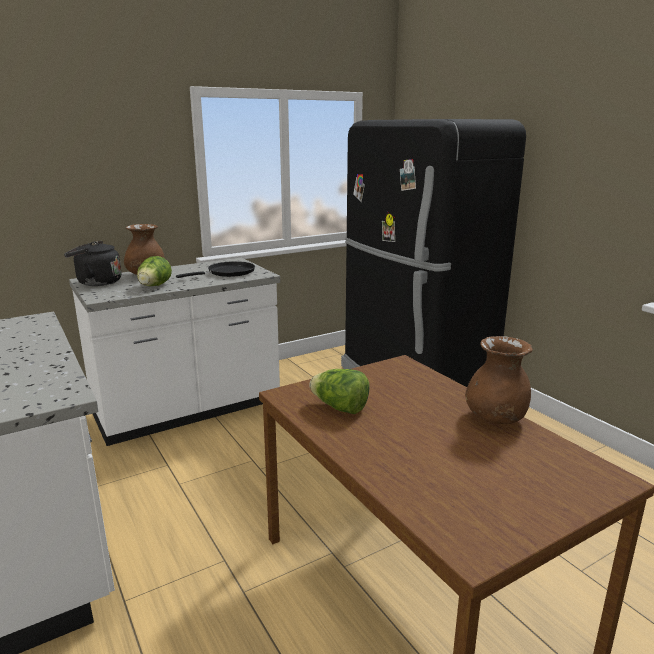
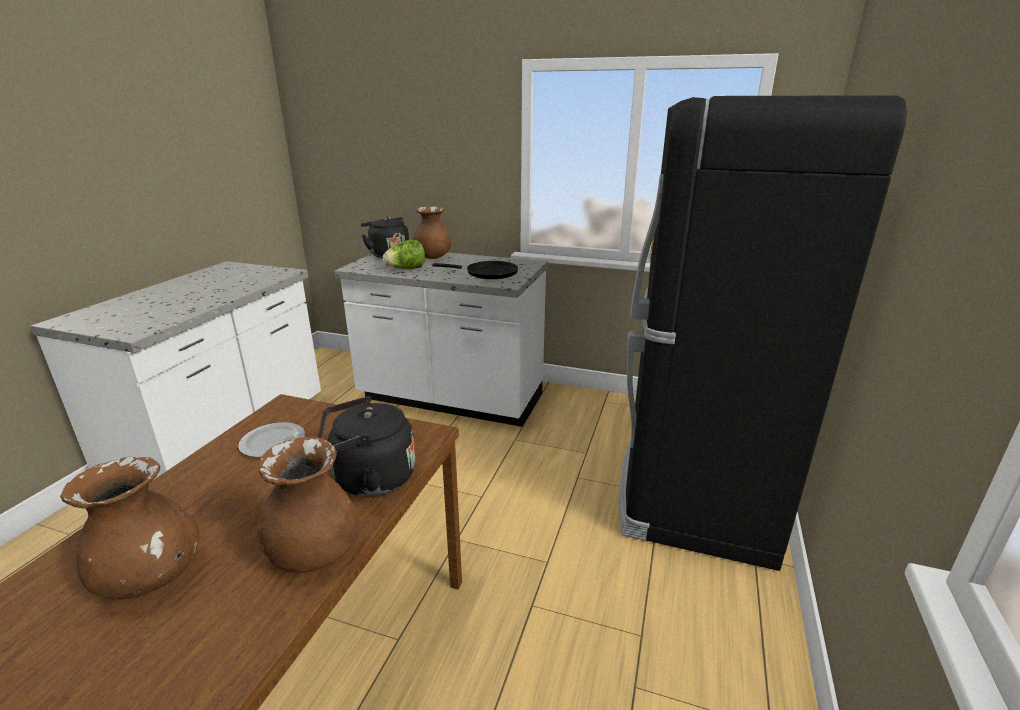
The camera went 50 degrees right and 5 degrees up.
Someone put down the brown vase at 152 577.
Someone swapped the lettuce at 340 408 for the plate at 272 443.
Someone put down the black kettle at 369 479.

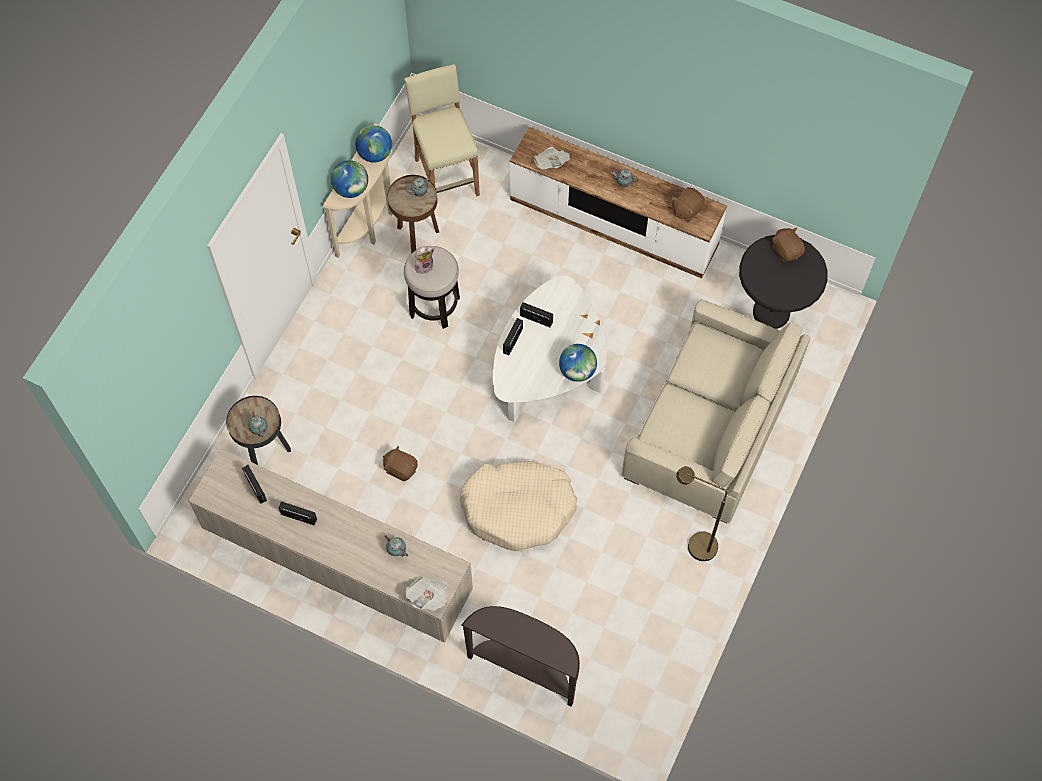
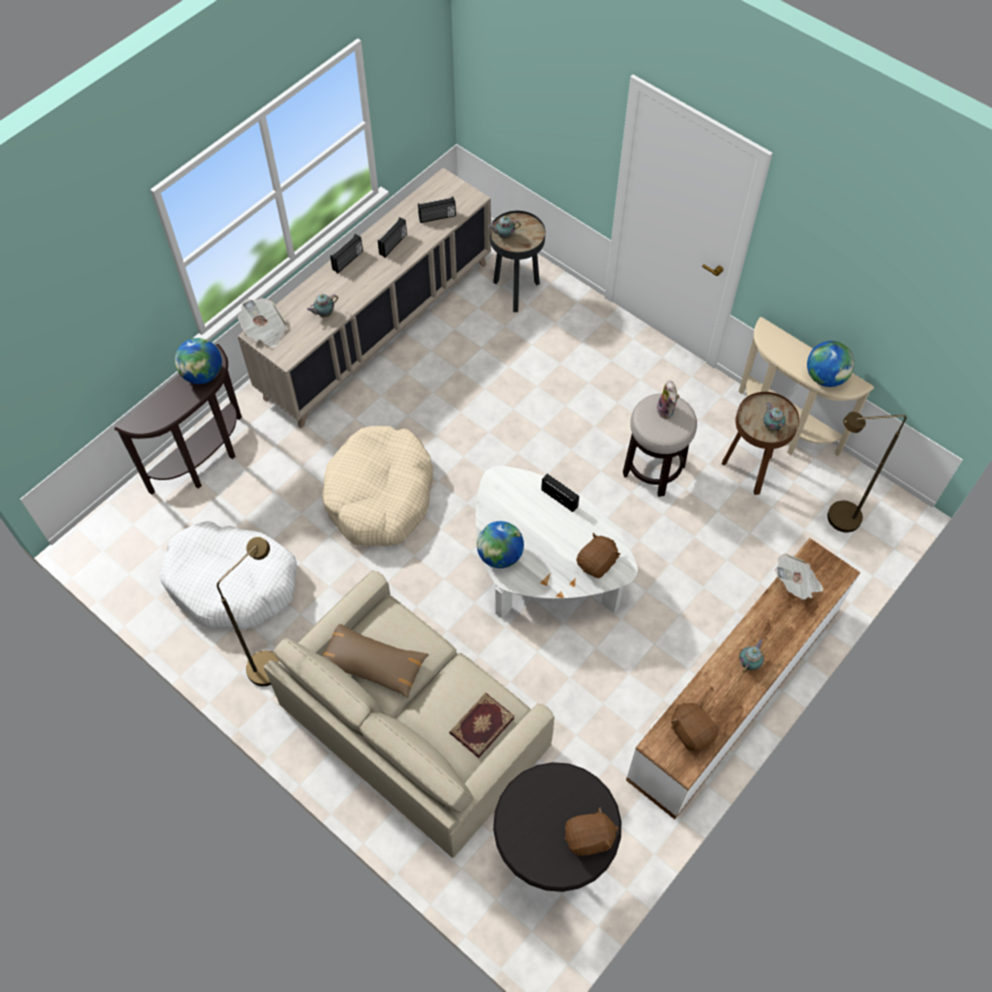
The camera went 105 degrees right and 5 degrees down.
Someone put down the white dog bed at 232 582.
Someone carried the globe from 351 189 to 203 374.
Someone put down the brown pillow at 373 664.
Someone carried the radio from 536 318 to 348 261.
Someone put down the book at 481 725.
Someone carried the brown plush toy from 401 468 to 597 563.
Someone swapped the beige stool at 446 176 for the brown floor lamp at 834 519.

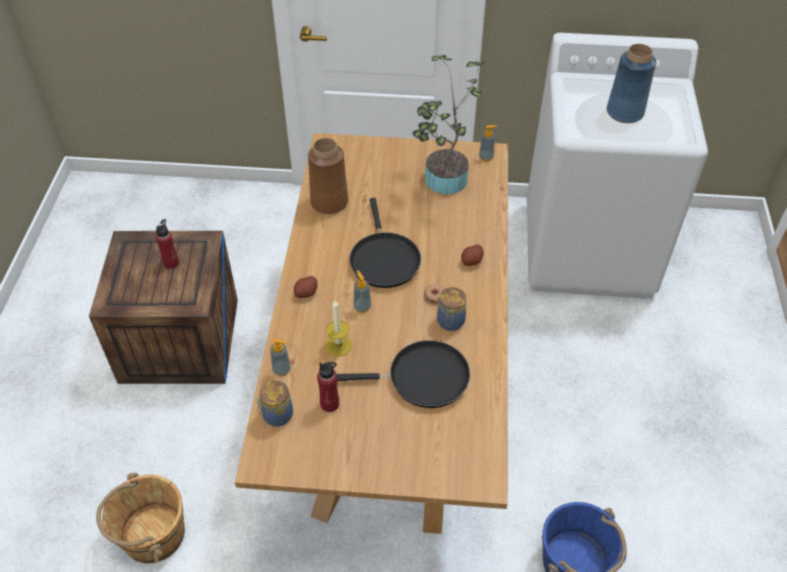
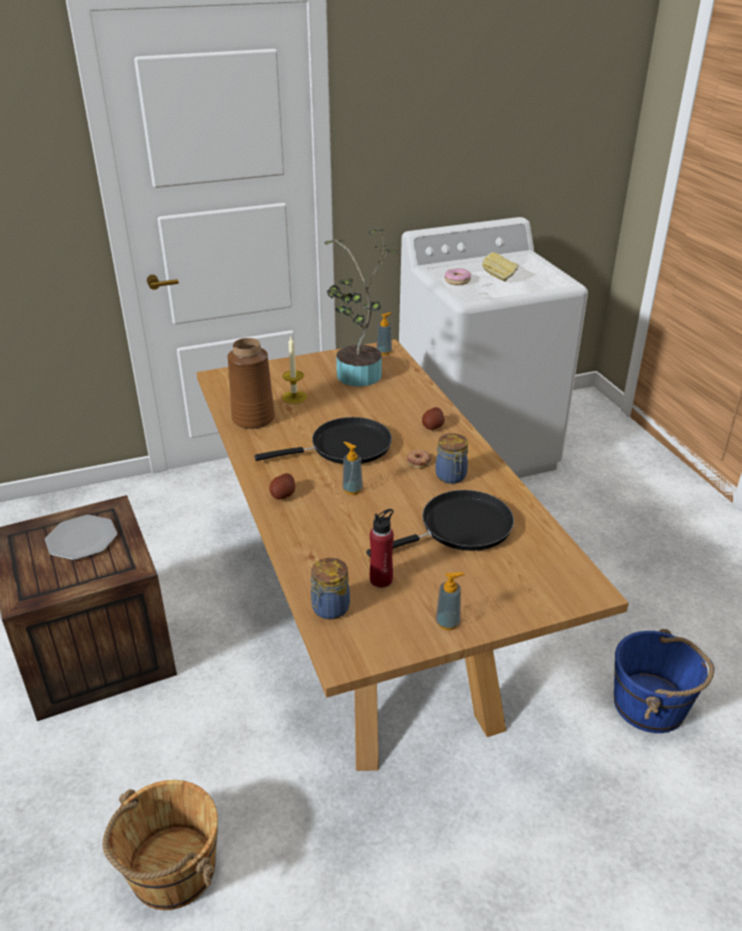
The camera went 25 degrees left and 15 degrees down.
Someone swapped the red bottle at 171 263 for the plate at 82 539.
Someone rotated the black frying pan at 384 259 by 75 degrees counterclockwise.
Someone carried the candle from 338 345 to 294 397.
Someone carried the soap dispenser from 282 369 to 447 623.
Someone put down the donut at 457 281.
Someone swapped the blue vase at 624 112 for the bread at 499 278.

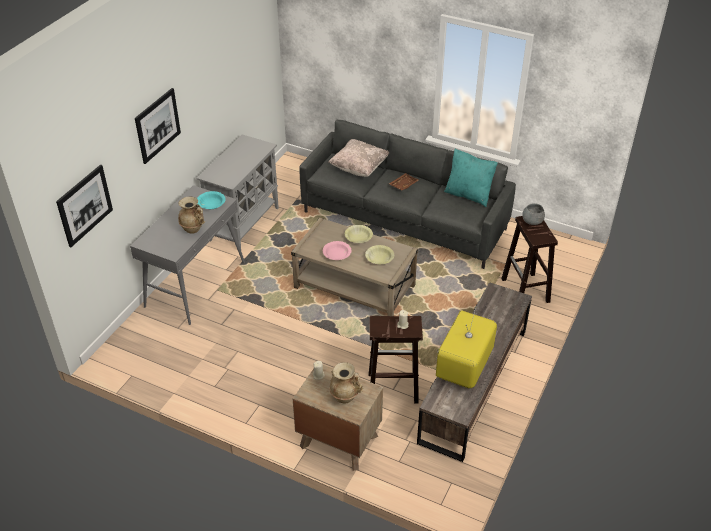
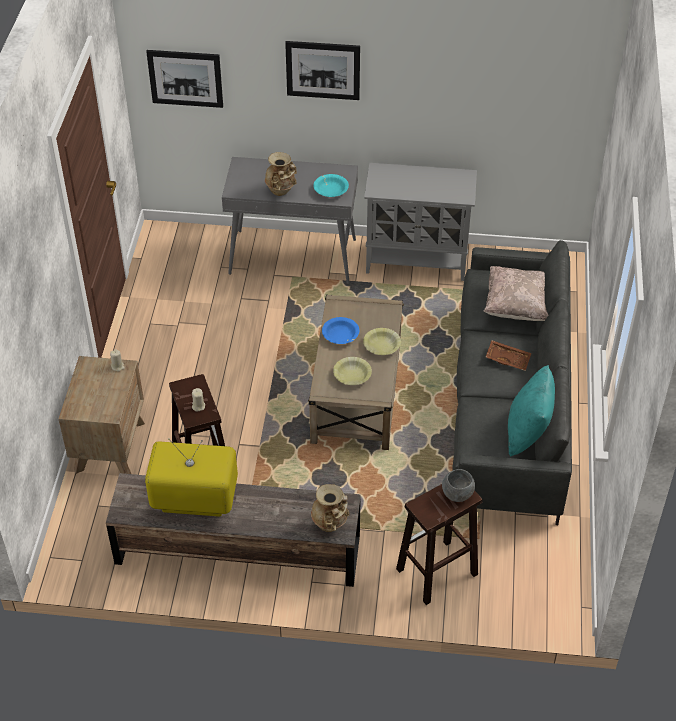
The camera went 70 degrees right and 5 degrees up.
Someone carried the beige vase from 345 396 to 331 524.
Someone repainted the pink bowl at 337 254, which became the blue bowl at 340 335.

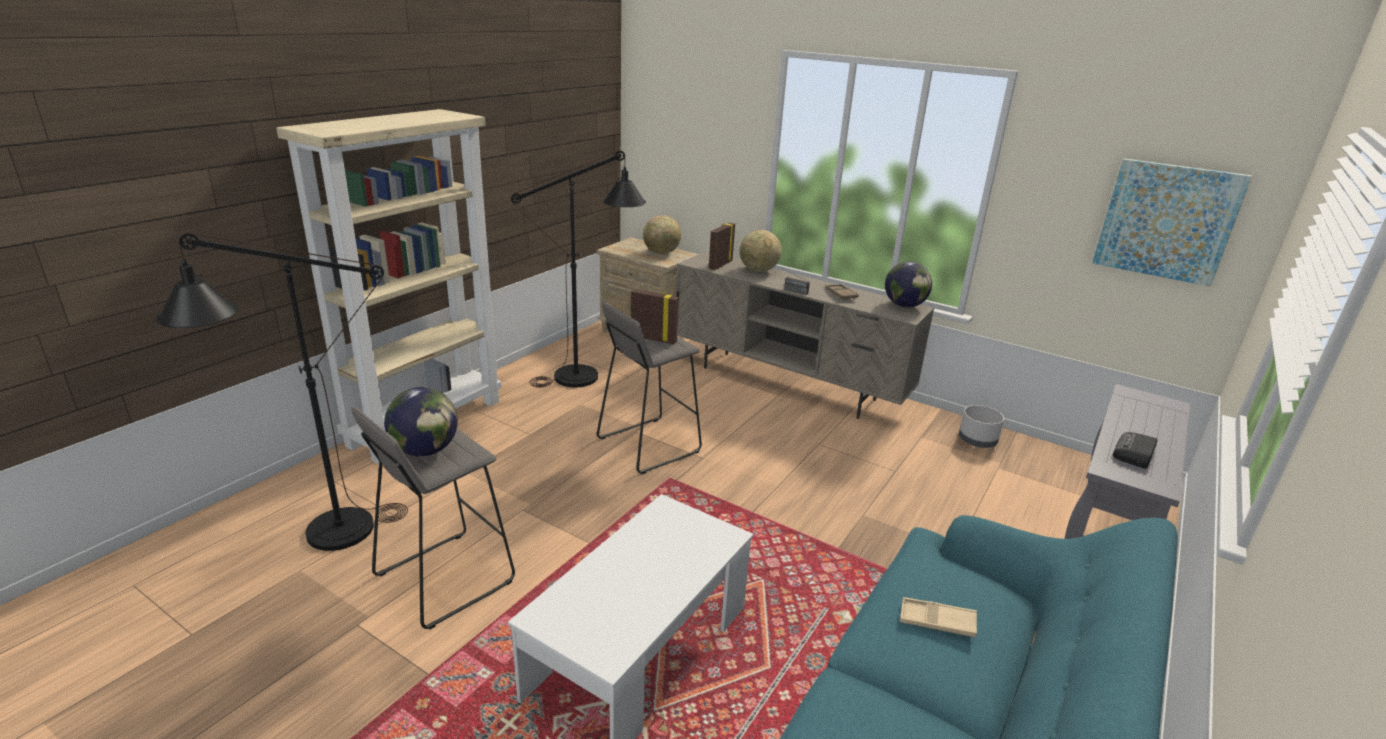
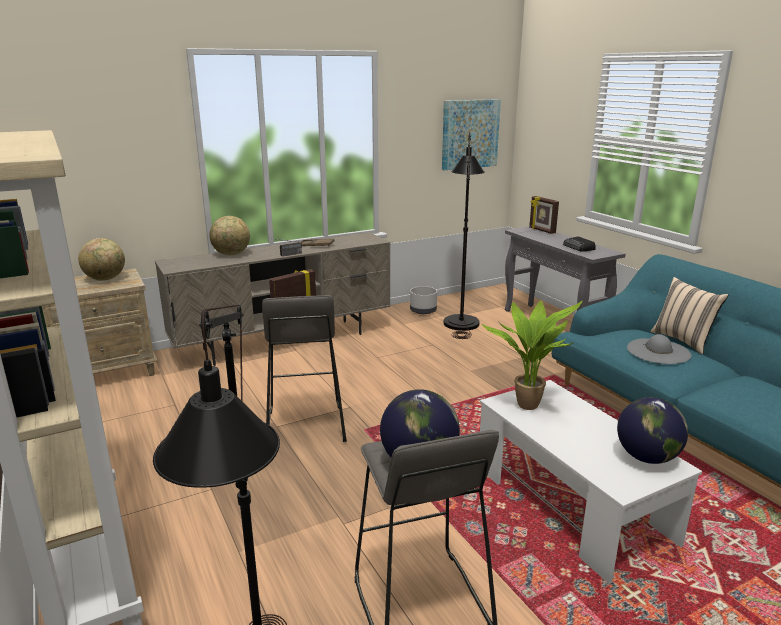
The camera went 60 degrees left and 5 degrees down.
Someone carried the black floor lamp from 589 375 to 461 319.
Someone put down the potted plant at 528 404.
Someone carried the picture frame from 720 265 to 541 230.
Someone carried the globe from 904 305 to 647 457.
Someone swapped the beige tray at 937 621 for the grey hat at 658 351.
Someone put down the beige pillow at 683 340.

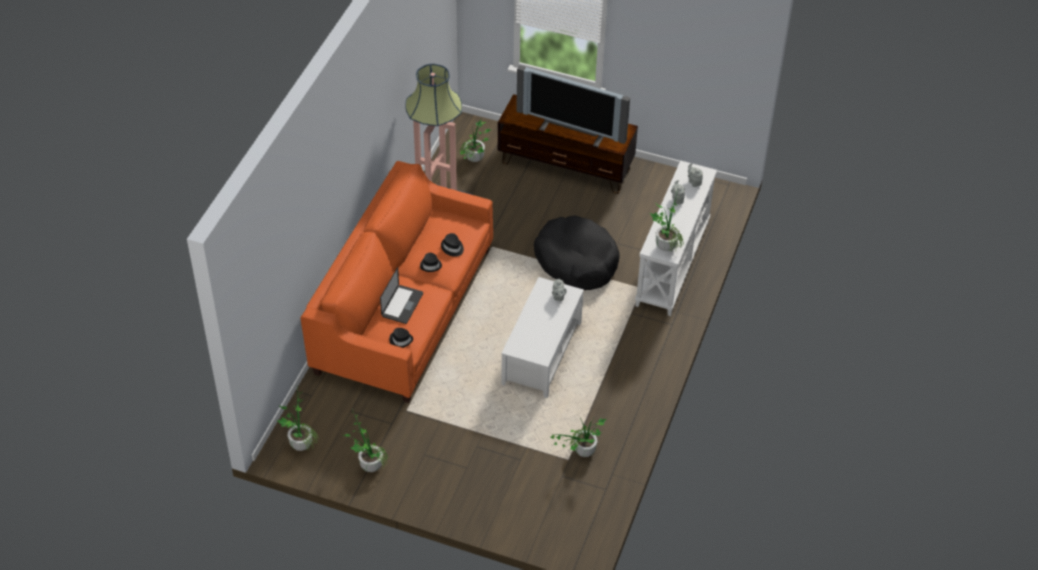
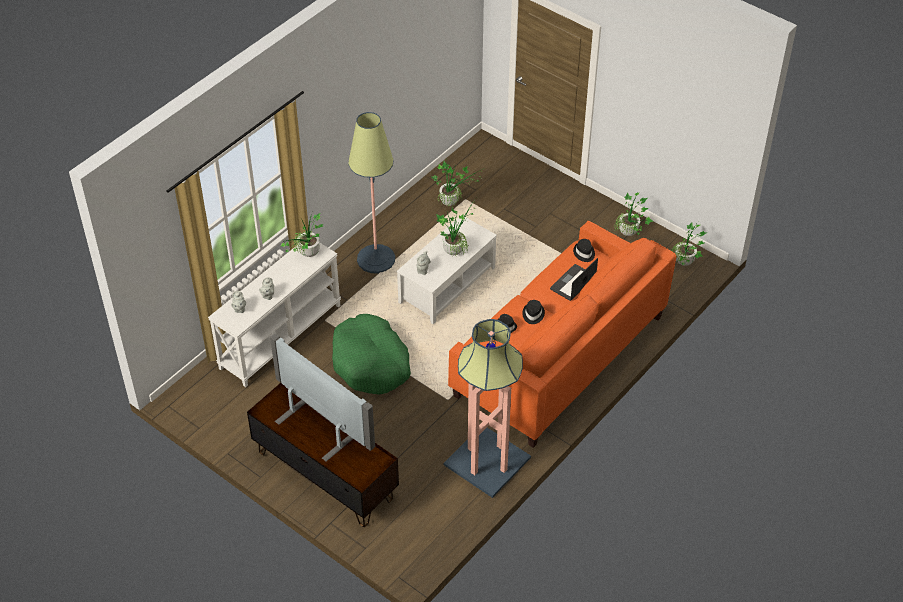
The camera went 160 degrees left and 0 degrees up.
Someone repainted the black dog bed at 576 261, which became the green dog bed at 371 363.
Someone put down the floor lamp at 376 259.
Someone carried the potted plant from 474 161 to 454 248.

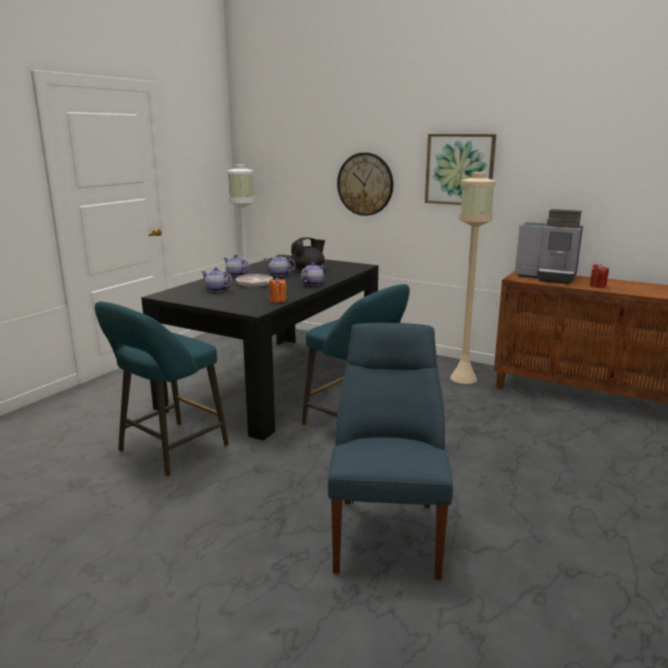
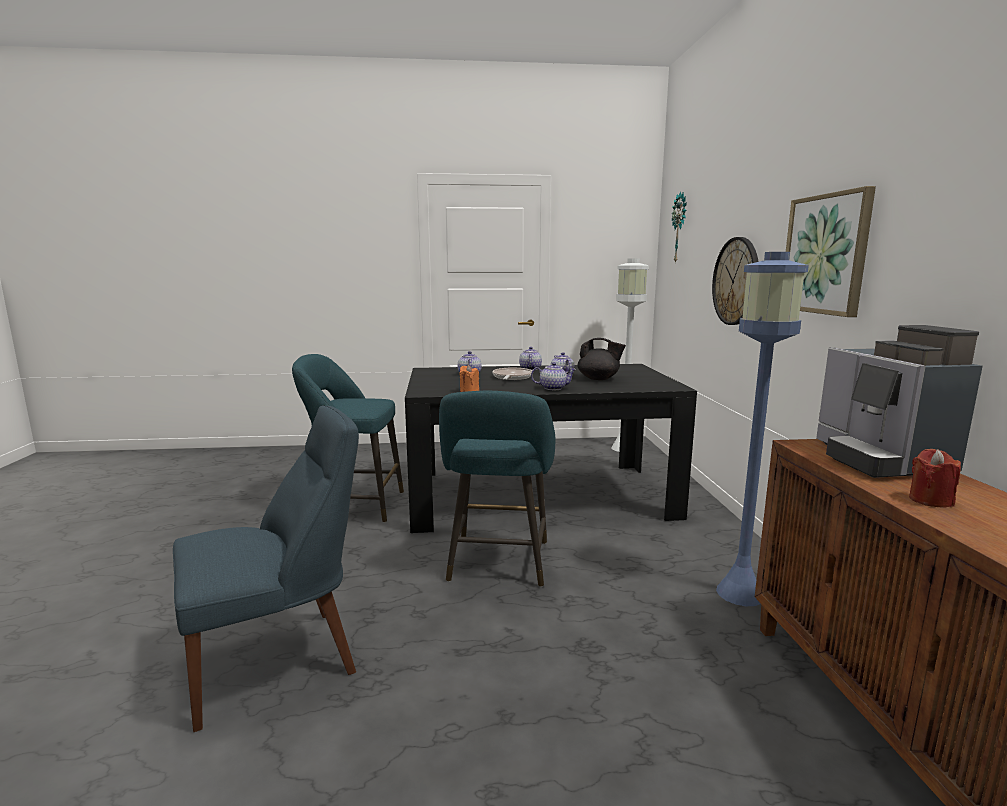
The camera went 55 degrees right and 5 degrees down.
Someone put up the wall clock at 680 228.
Someone repainted the beige floor lamp at 463 378, which became the blue floor lamp at 740 593.

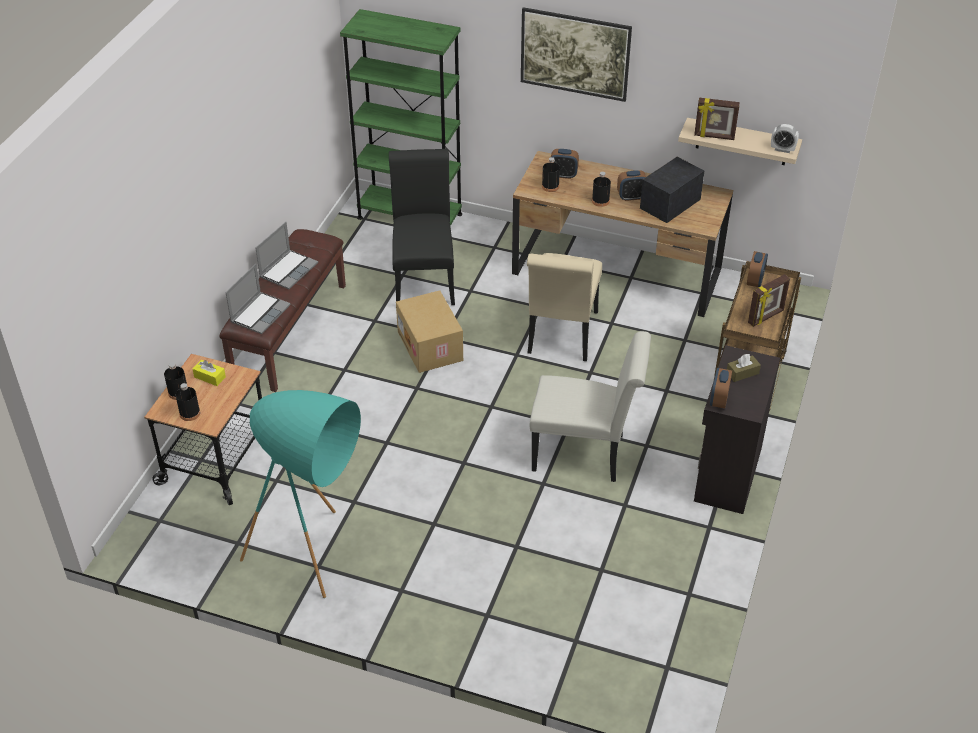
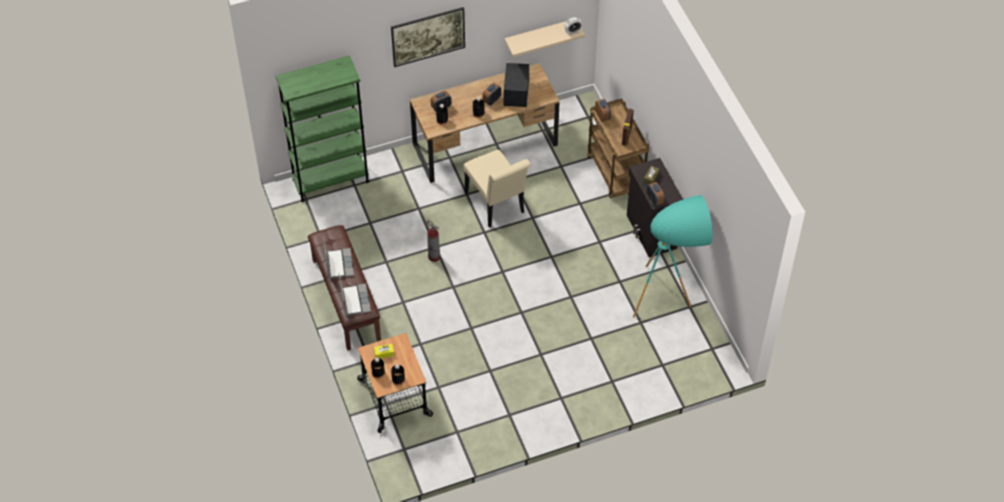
The camera went 40 degrees left and 10 degrees up.
Someone swapped the cardboard box at 431 346 for the fire extinguisher at 434 257.
Someone carried the turquoise floor lamp from 317 564 to 669 295.
Someone took away the black chair at 424 278.
Someone took away the white chair at 585 453.
Someone took away the picture frame at 714 136.

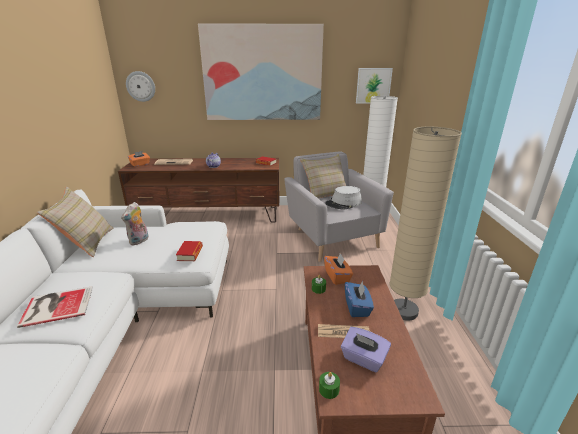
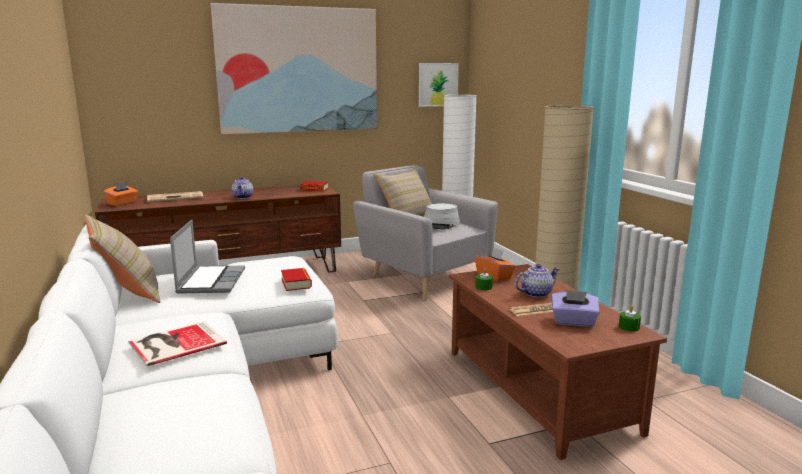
The camera went 20 degrees left and 10 degrees down.
Someone swapped the plush toy at 139 241 for the laptop at 211 281.
Someone swapped the blue tissue box at 357 307 for the teapot at 536 293.
Someone carried the green candle from 329 389 to 629 327.
Someone took away the wall clock at 141 86.

